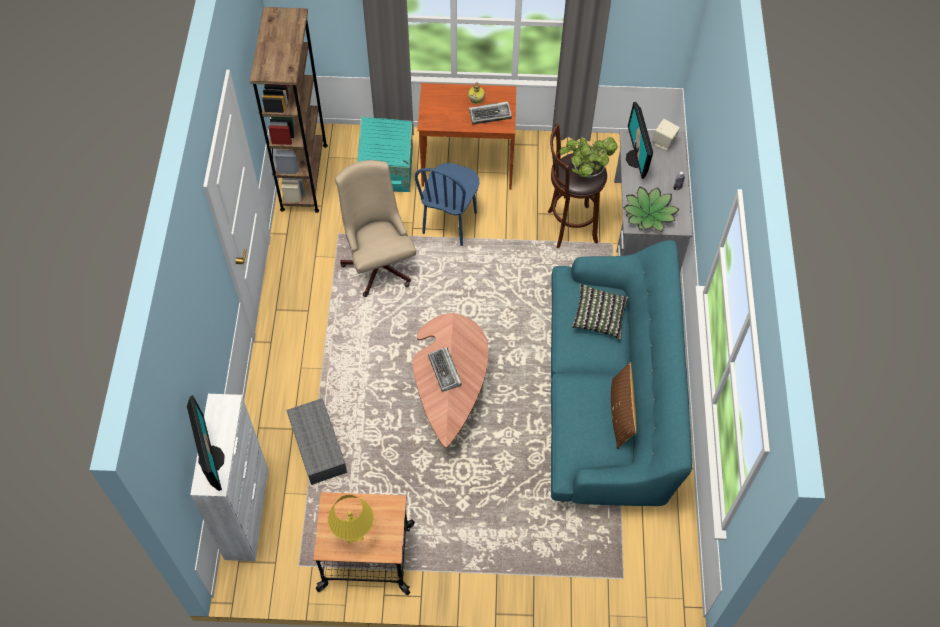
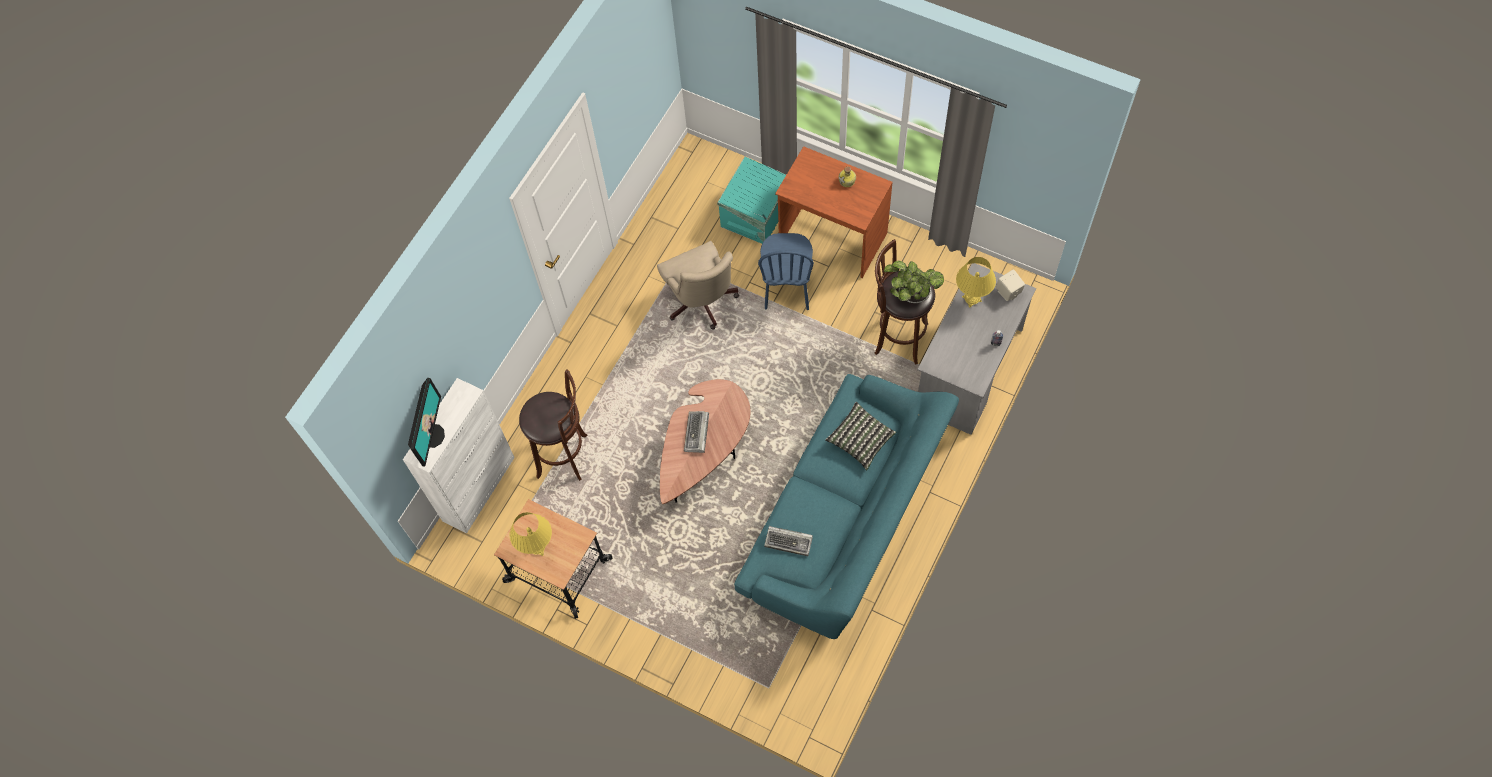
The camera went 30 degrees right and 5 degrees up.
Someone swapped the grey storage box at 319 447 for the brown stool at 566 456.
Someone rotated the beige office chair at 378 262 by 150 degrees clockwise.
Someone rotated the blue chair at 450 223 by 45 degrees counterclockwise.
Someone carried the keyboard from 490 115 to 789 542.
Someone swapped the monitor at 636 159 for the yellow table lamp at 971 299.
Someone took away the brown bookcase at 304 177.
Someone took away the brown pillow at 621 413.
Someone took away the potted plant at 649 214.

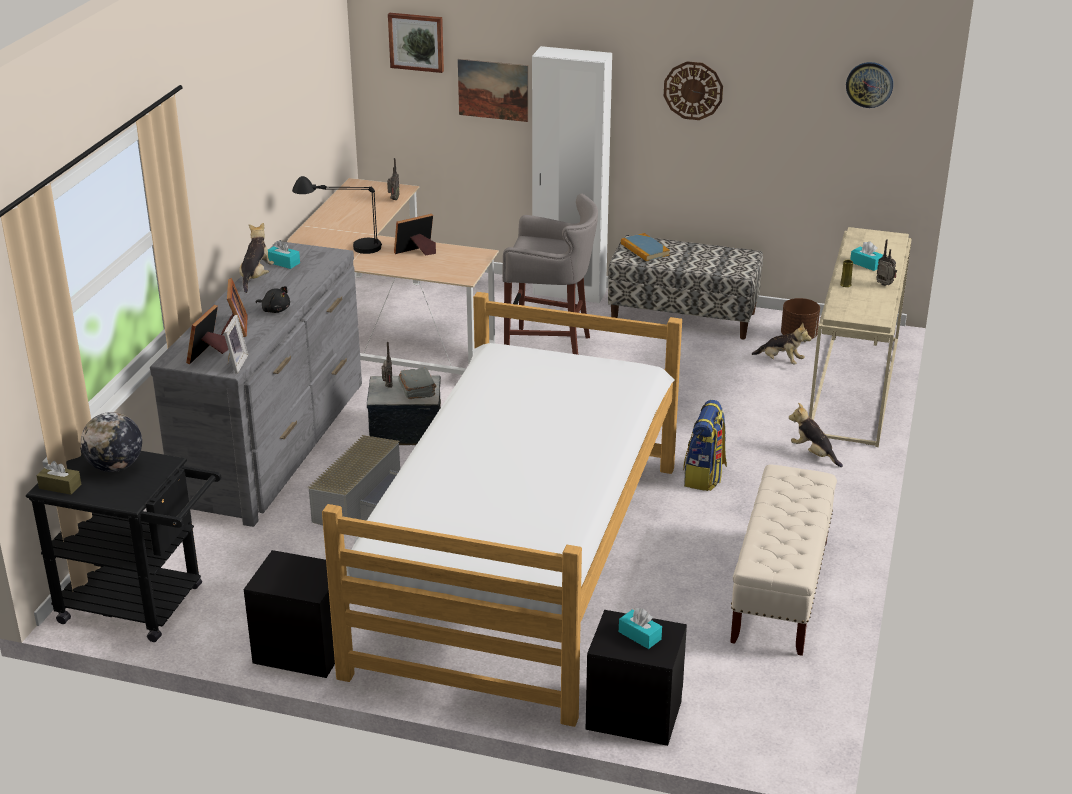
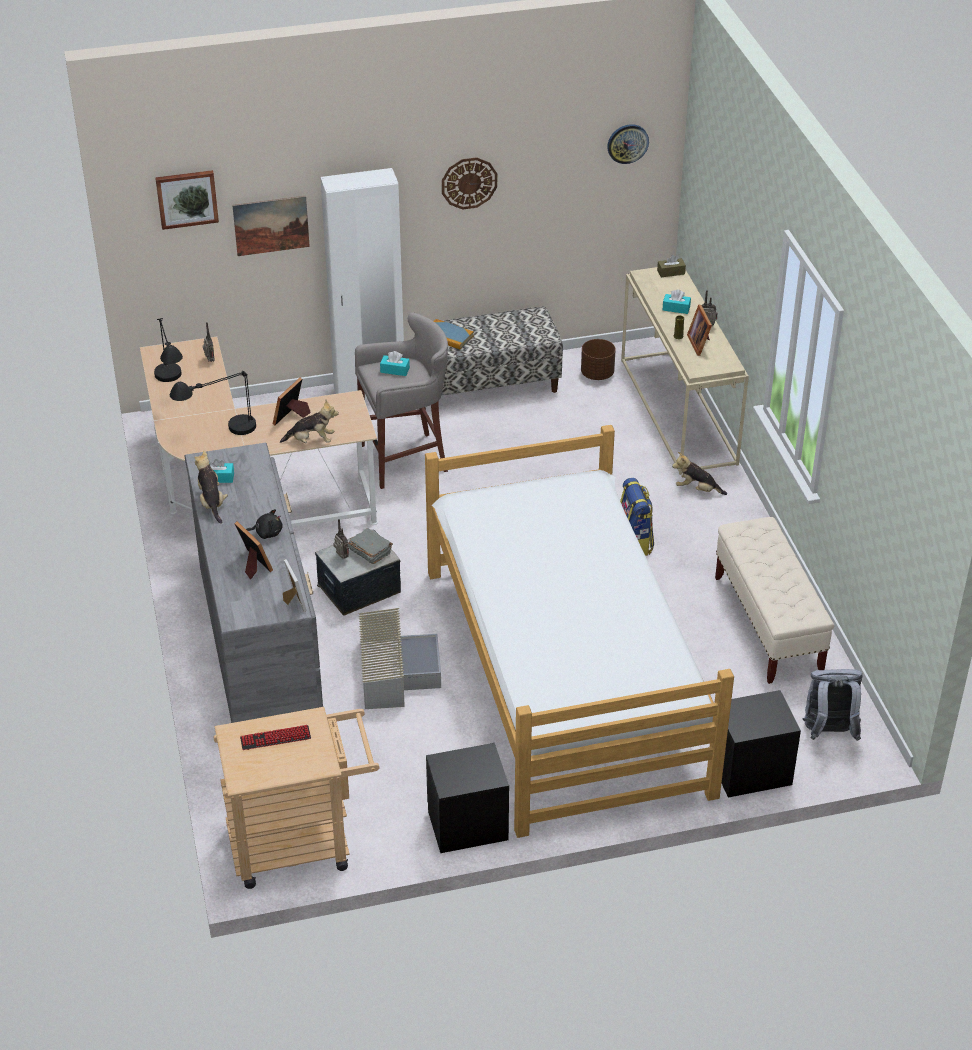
The camera went 30 degrees left and 10 degrees up.
Someone put down the black table lamp at 172 387.
Someone repainted the black cart at 142 605, which became the beige cart at 301 843.
Someone swapped the globe at 115 467 for the keyboard at 275 738.
Someone carried the plush toy from 780 361 to 311 441.
Someone carried the turquoise tissue box from 639 635 to 395 370.
Someone carried the brown tissue box from 60 486 to 671 272.
Someone carried the picture frame from 209 354 to 700 343.
Someone put down the grey backpack at 828 732.

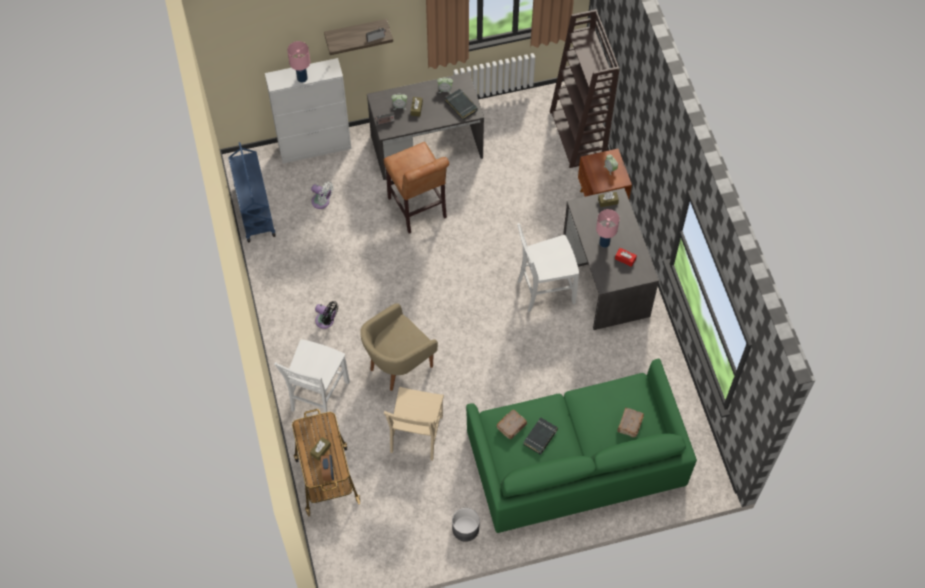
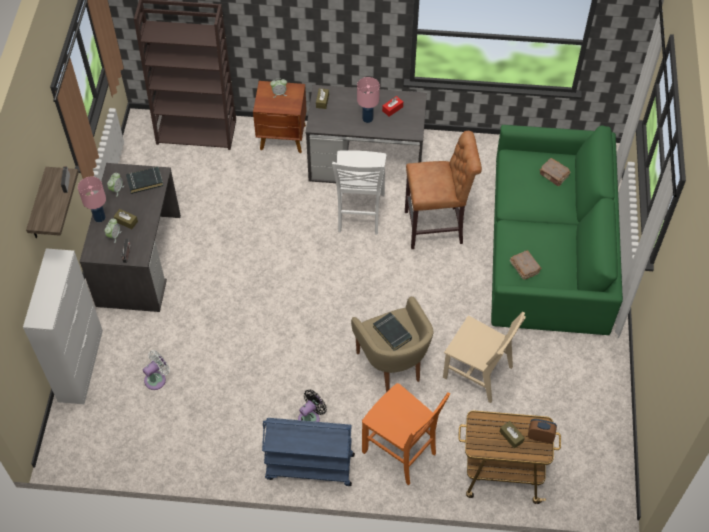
The camera went 70 degrees left and 5 degrees down.
Someone carried the pink table lamp from 302 78 to 100 217.
Someone carried the blue cart from 254 211 to 309 467.
Someone repainted the white chair at 318 397, which became the orange chair at 401 453.
Someone carried the black book from 540 437 to 392 333.
Someone carried the brown stool from 418 210 to 437 227.
Someone took away the grey planter at 465 529.

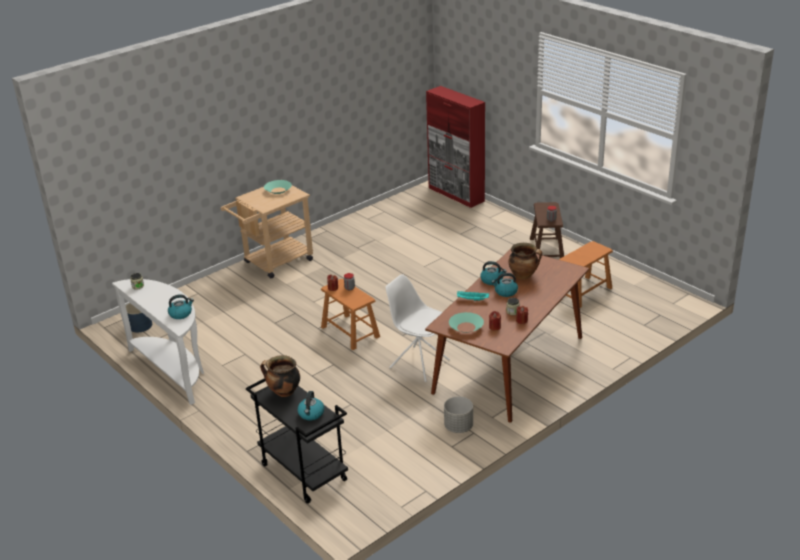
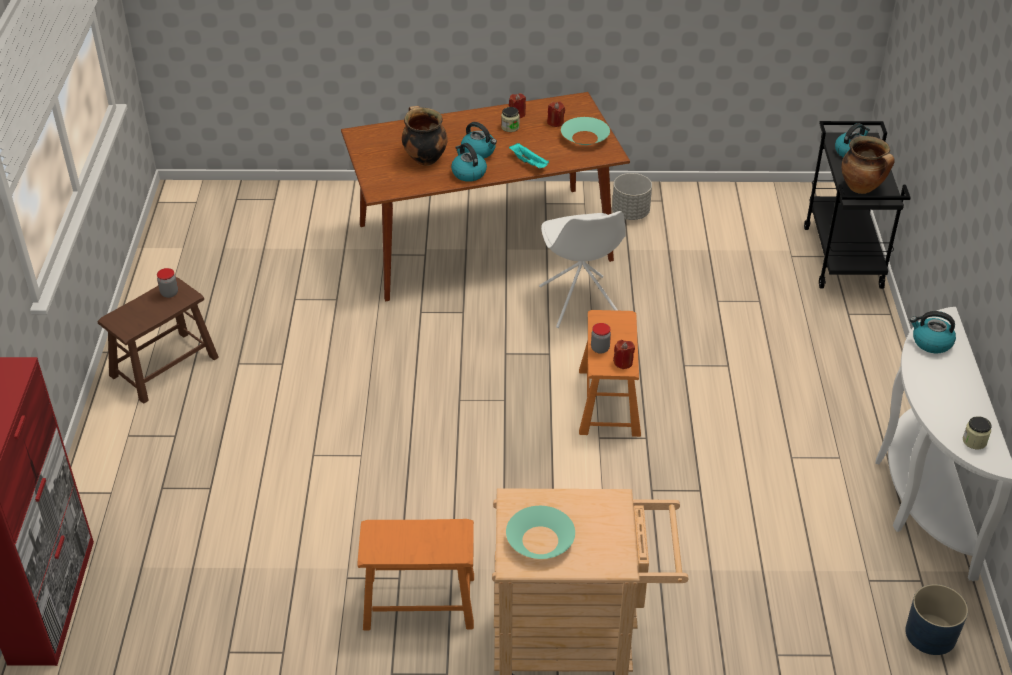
The camera went 140 degrees left and 10 degrees up.
Someone carried the orange stool from 583 292 to 419 601.

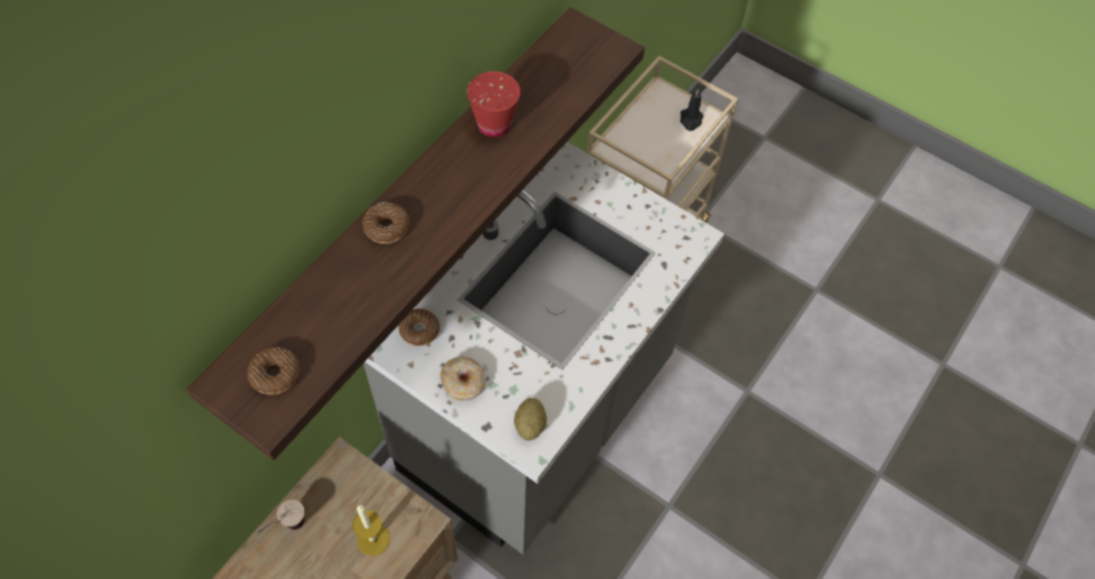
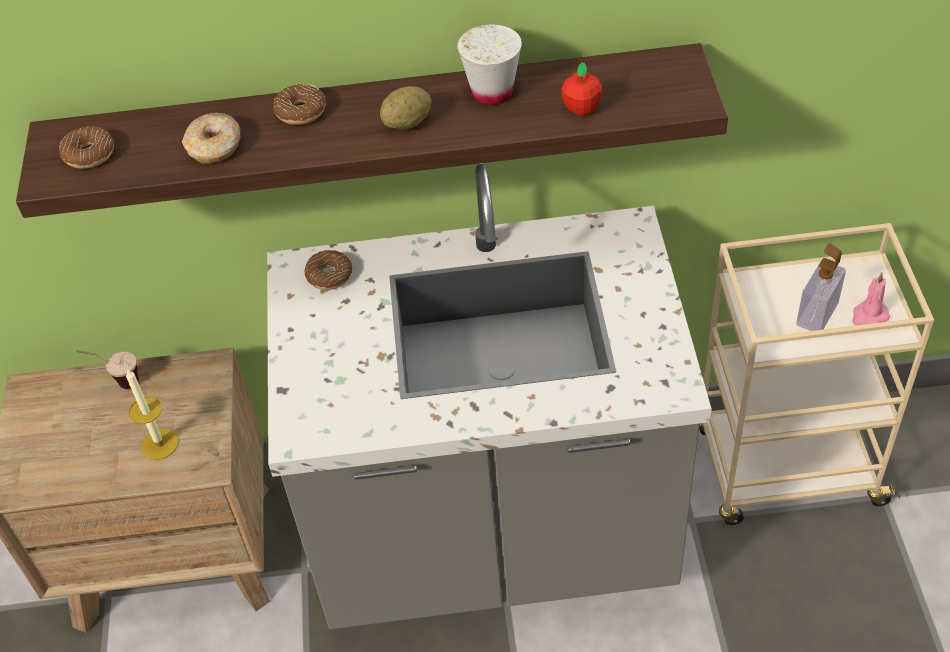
The camera went 55 degrees right and 10 degrees down.
Someone carried the donut from 464 382 to 215 147.
Someone carried the potato from 530 425 to 407 123.
Someone repainted the red cup at 494 125, which became the white cup at 492 93.
Someone put down the apple at 581 109.
Someone put down the soap dispenser at 817 314.
Someone repainted the black candle at 690 120, which became the pink candle at 869 316.

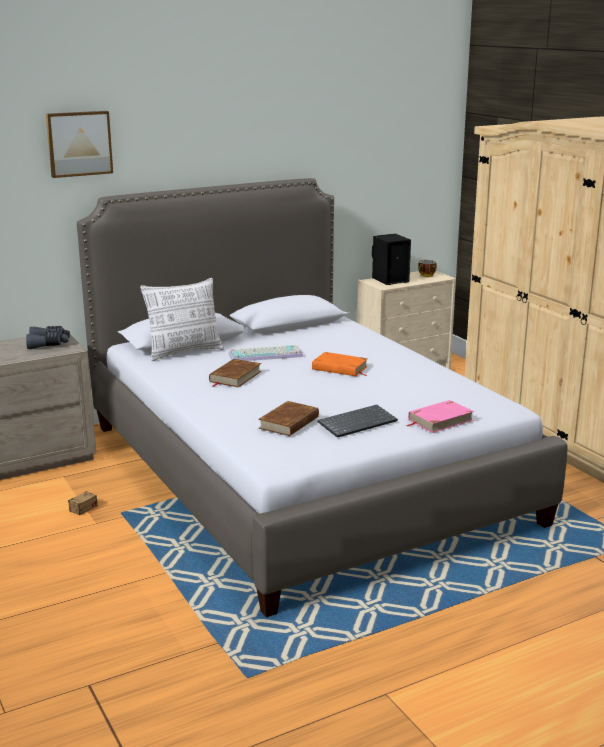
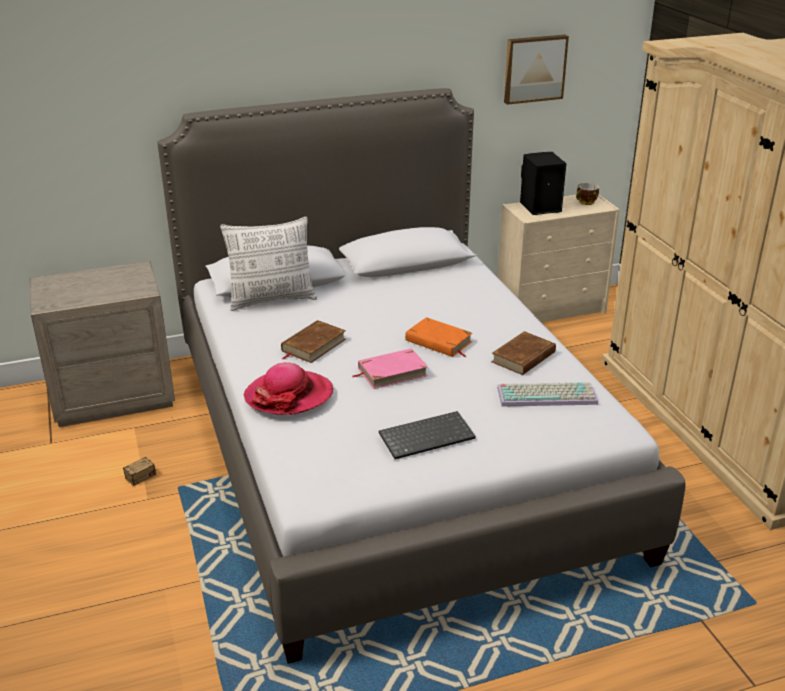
The camera went 10 degrees right and 10 degrees up.
Someone put down the hat at 289 396.
Someone carried the pink book from 440 420 to 392 372.
Someone carried the brown book from 289 422 to 524 357.
Someone carried the keyboard from 266 354 to 547 395.
Someone carried the picture from 79 143 to 534 68.
Someone took away the grey binoculars at 48 344.

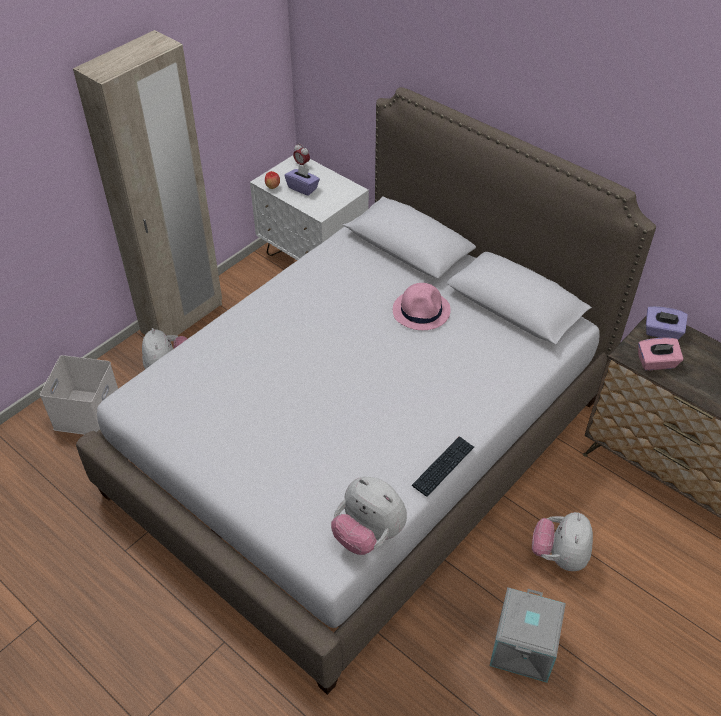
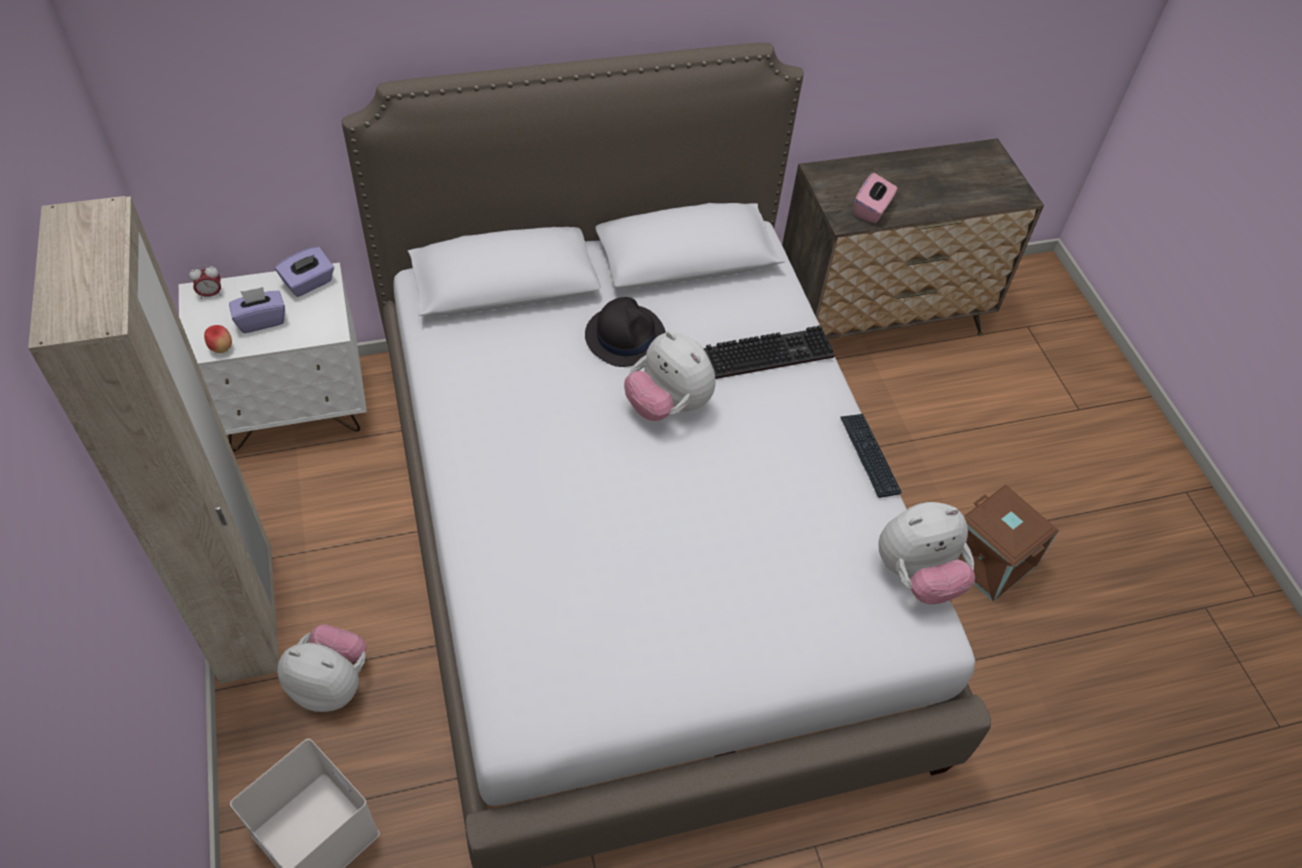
The camera went 60 degrees left and 5 degrees up.
Someone carried the purple tissue box from 662 332 to 309 283.
Someone repainted the pink hat at 421 310, which became the black hat at 625 336.
Someone carried the plush toy from 559 555 to 667 405.
Someone put down the keyboard at 770 352.
Someone repainted the grey storage box at 524 648, which became the brown storage box at 990 560.

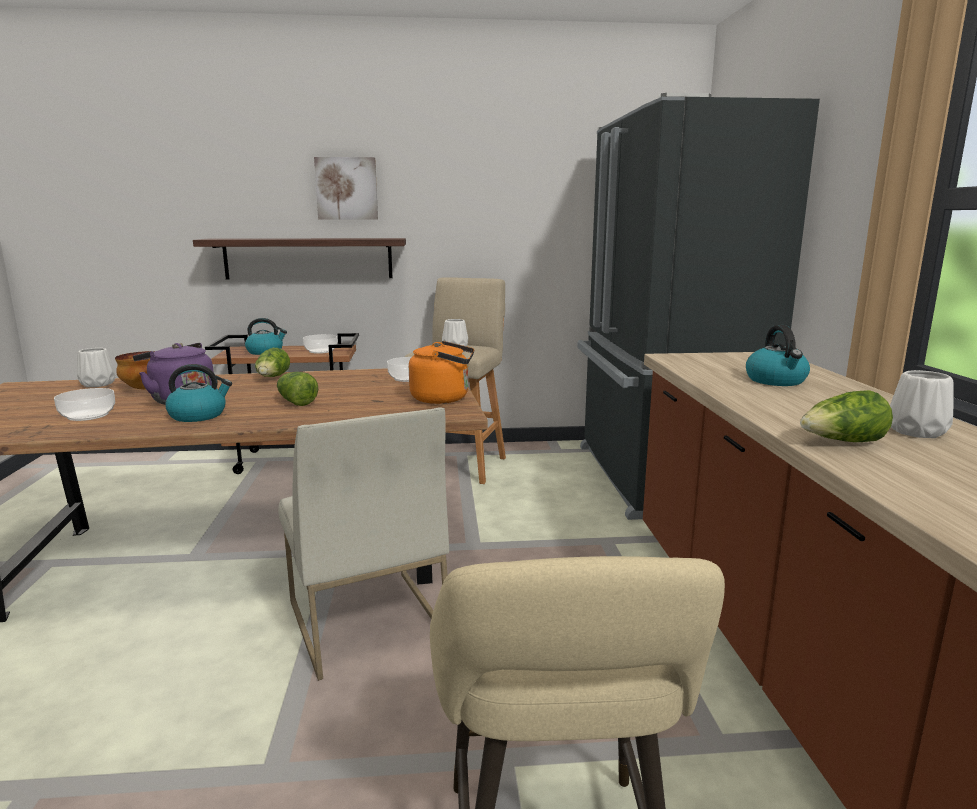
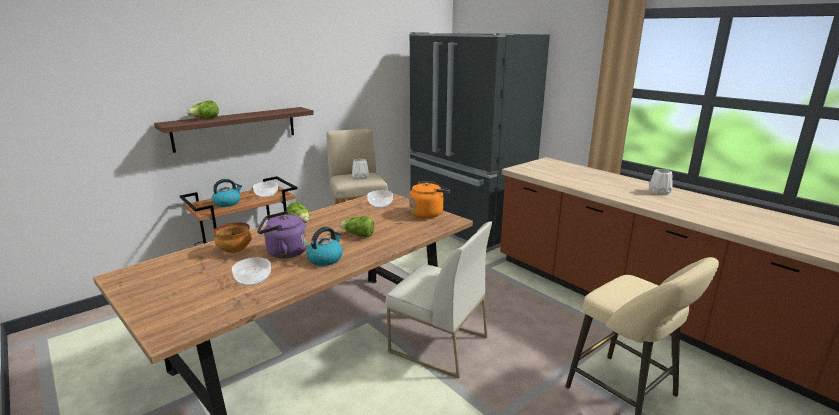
The camera went 35 degrees left and 5 degrees up.
Someone carried the lettuce from 842 443 to 205 119.
Someone took away the white vase at 97 384.
Someone took away the picture at 346 188.
Someone took away the kettle at 776 381.

